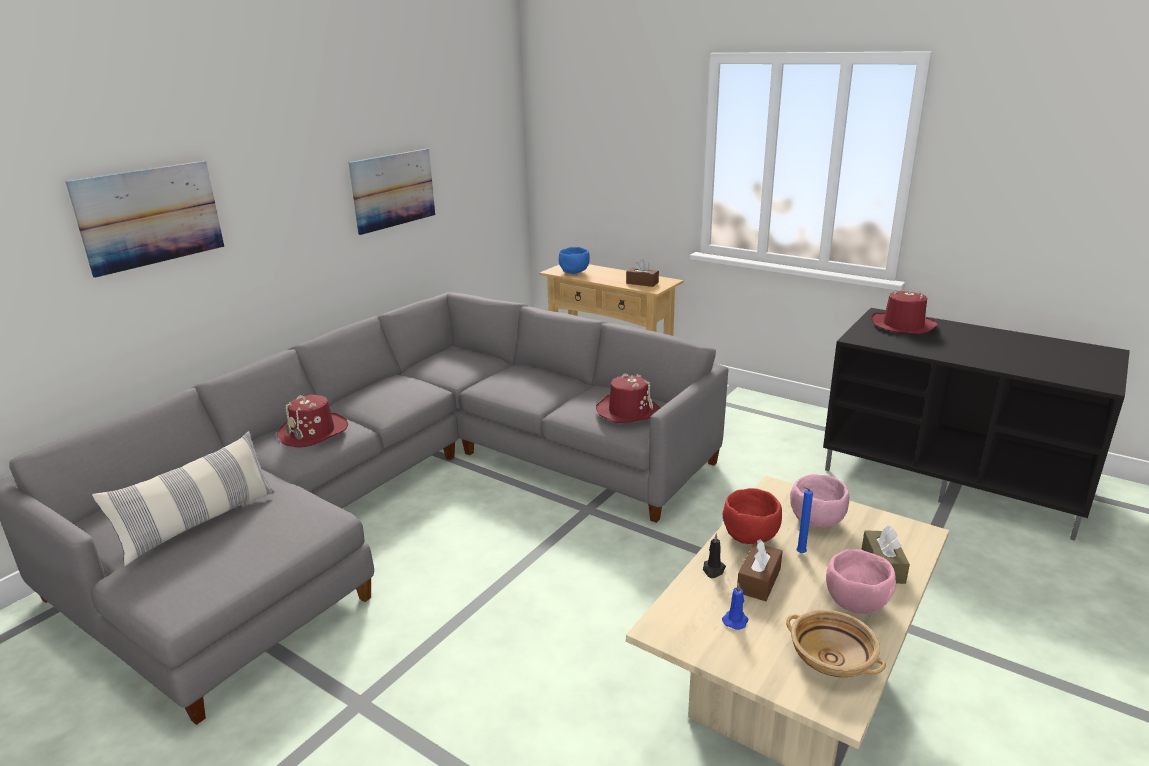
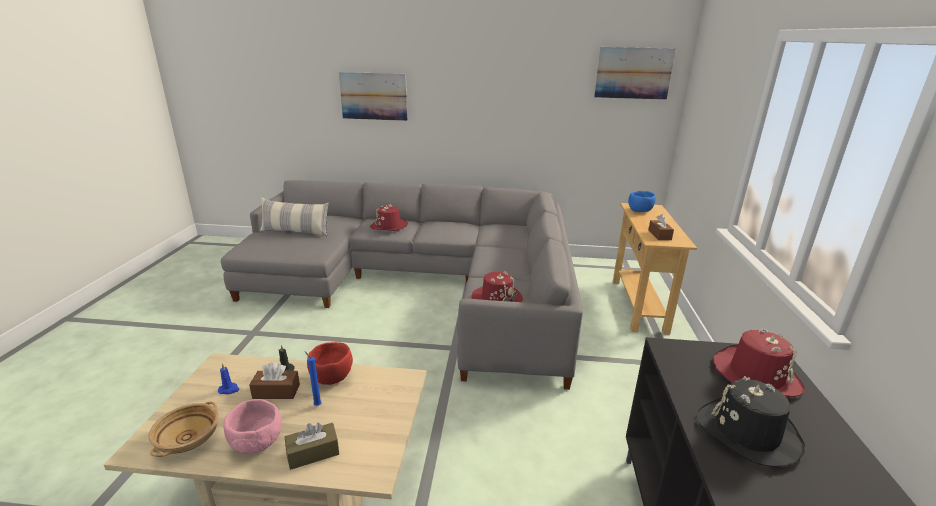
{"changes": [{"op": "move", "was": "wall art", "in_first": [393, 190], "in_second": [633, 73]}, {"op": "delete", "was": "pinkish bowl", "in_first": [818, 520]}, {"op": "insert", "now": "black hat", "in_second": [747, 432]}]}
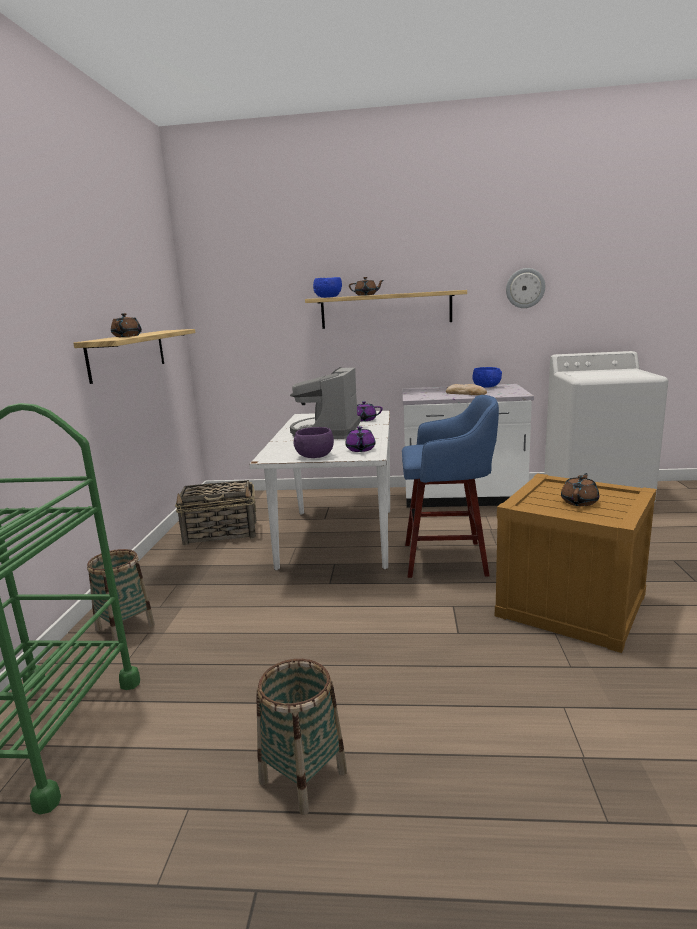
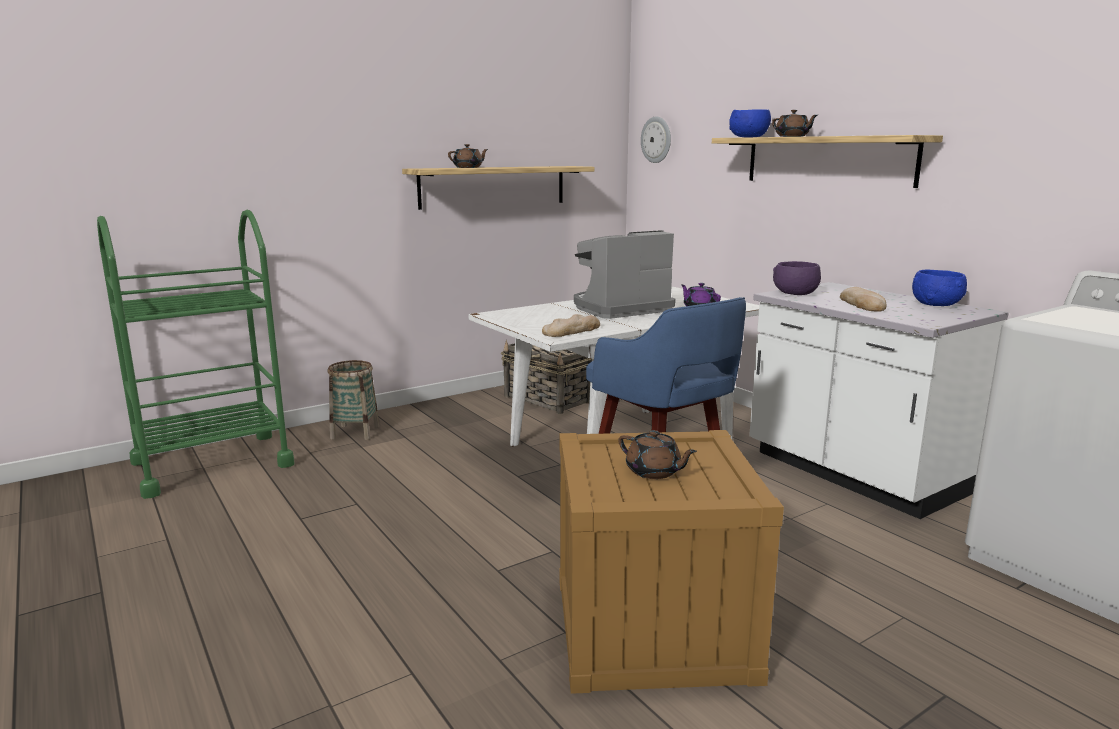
{"changes": [{"op": "move", "was": "clock on the wall", "in_first": [525, 288], "in_second": [656, 140]}, {"op": "replace", "was": "purple-coloured teapot", "now": "bread", "in_first": [360, 449], "in_second": [571, 330]}, {"op": "move", "was": "purple-coloured bowl", "in_first": [314, 456], "in_second": [795, 293]}, {"op": "rotate", "was": "brown-coloured teapot", "in_first": [579, 502], "in_second": [654, 472], "clockwise": 45}, {"op": "delete", "was": "household basket", "in_first": [302, 777]}]}
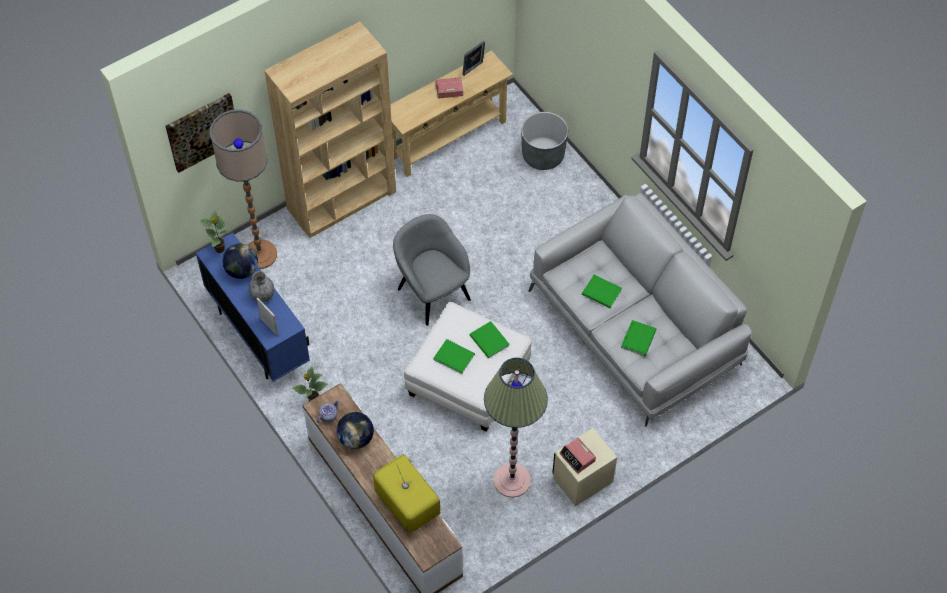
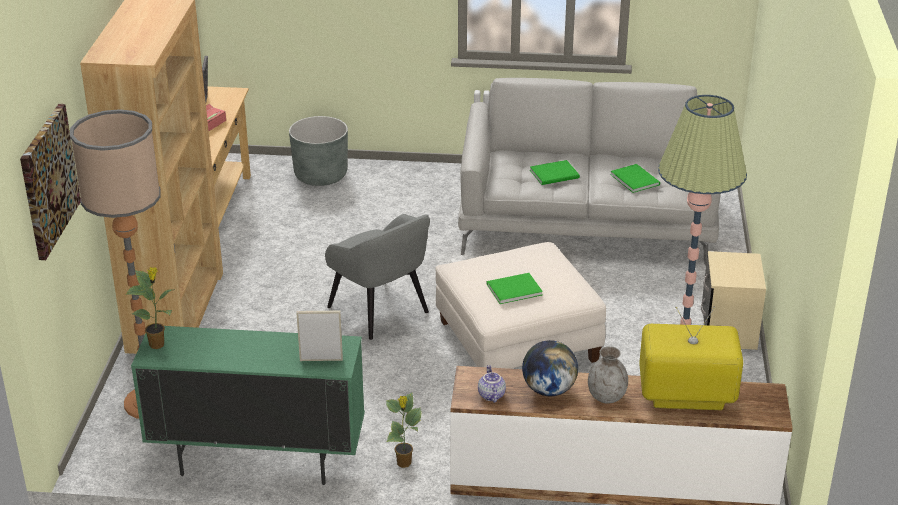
{"changes": [{"op": "rotate", "was": "grey lounge chair", "in_first": [432, 292], "in_second": [379, 311], "clockwise": -135}, {"op": "recolor", "was": "bluish storage cabinet", "now": "green-coloured storage cabinet", "in_first": [259, 336], "in_second": [257, 460]}, {"op": "delete", "was": "world globe", "in_first": [242, 270]}, {"op": "move", "was": "grey vase", "in_first": [263, 295], "in_second": [607, 397]}, {"op": "delete", "was": "green-coloured bound book", "in_first": [489, 341]}, {"op": "delete", "was": "bedside clock", "in_first": [577, 457]}]}
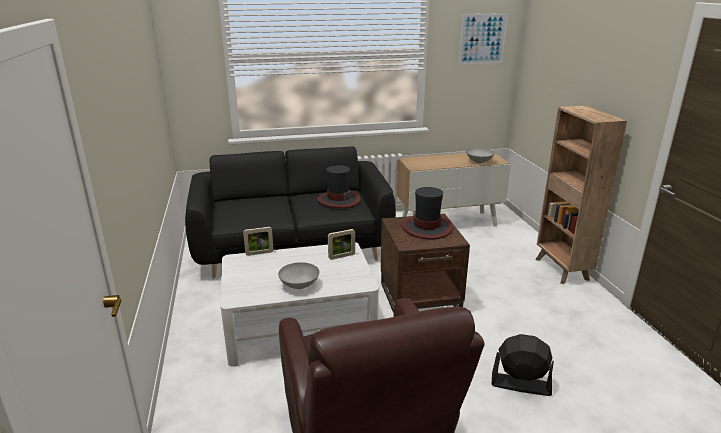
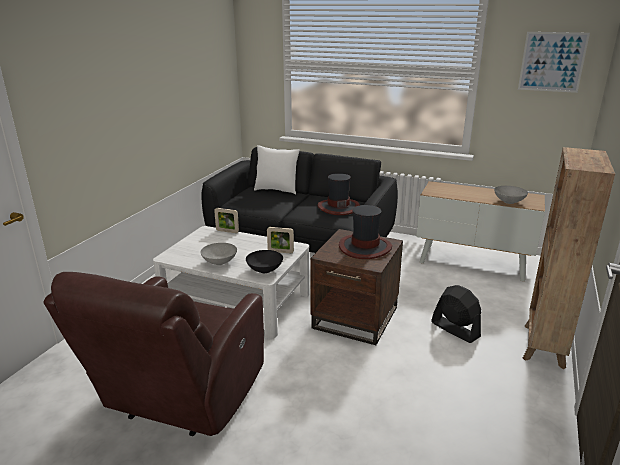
{"changes": [{"op": "move", "was": "black cooling fan", "in_first": [520, 384], "in_second": [455, 329]}, {"op": "insert", "now": "white-coloured pillow", "in_second": [276, 190]}, {"op": "insert", "now": "black bowl", "in_second": [264, 270]}]}
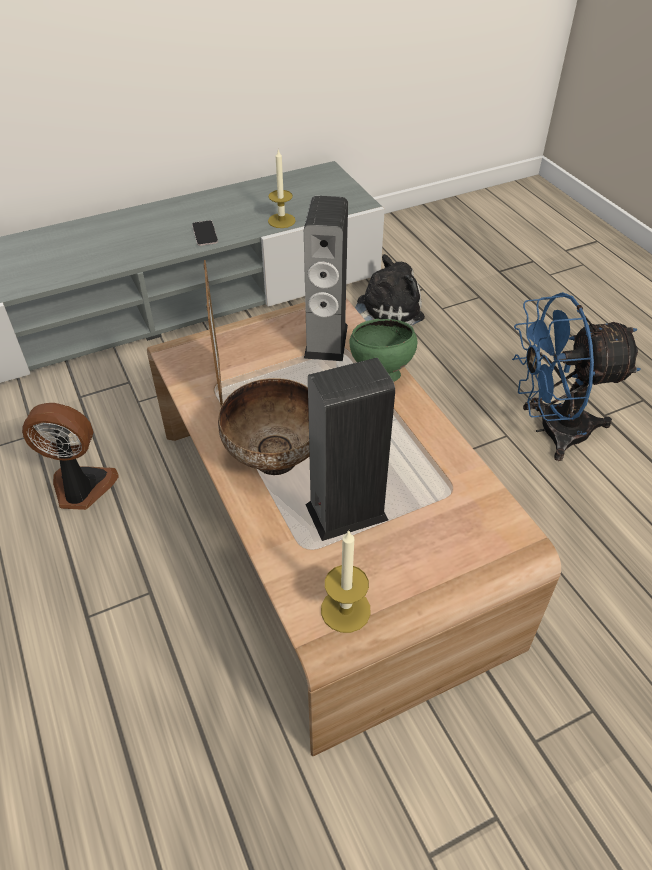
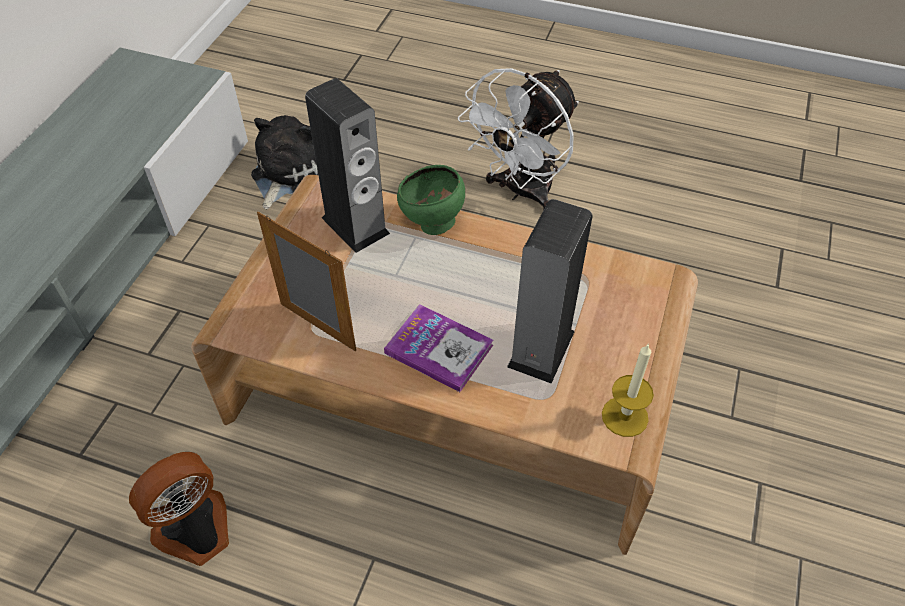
{"changes": [{"op": "delete", "was": "candle", "in_first": [281, 220]}, {"op": "delete", "was": "phone", "in_first": [205, 233]}, {"op": "recolor", "was": "bluish cooling fan", "now": "white-coloured cooling fan", "in_first": [551, 430], "in_second": [521, 192]}, {"op": "replace", "was": "bowl", "now": "bound book", "in_first": [275, 457], "in_second": [439, 349]}]}
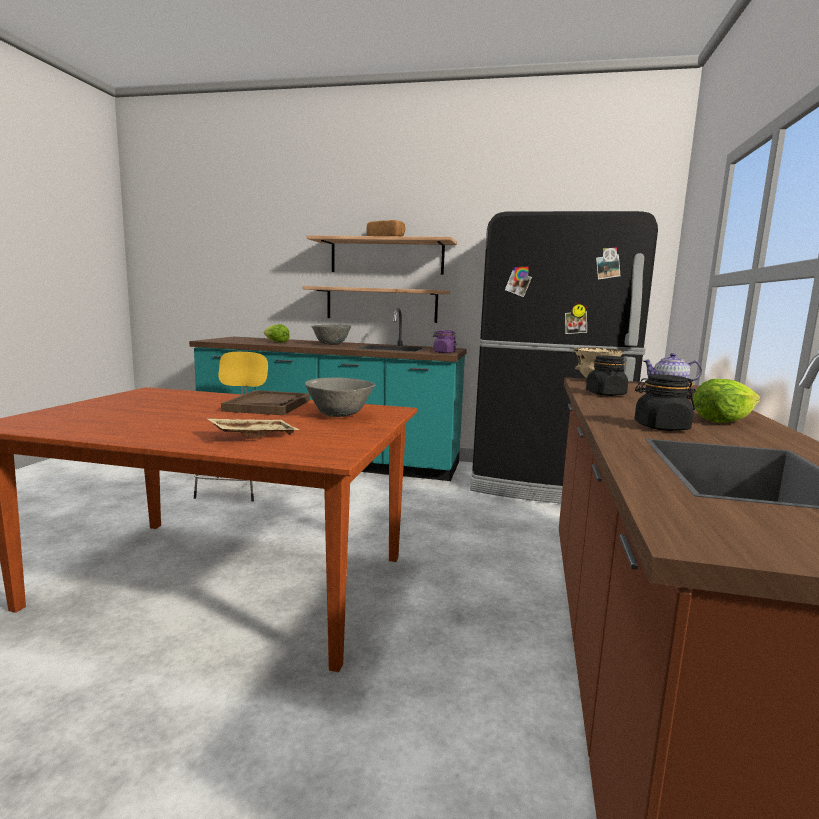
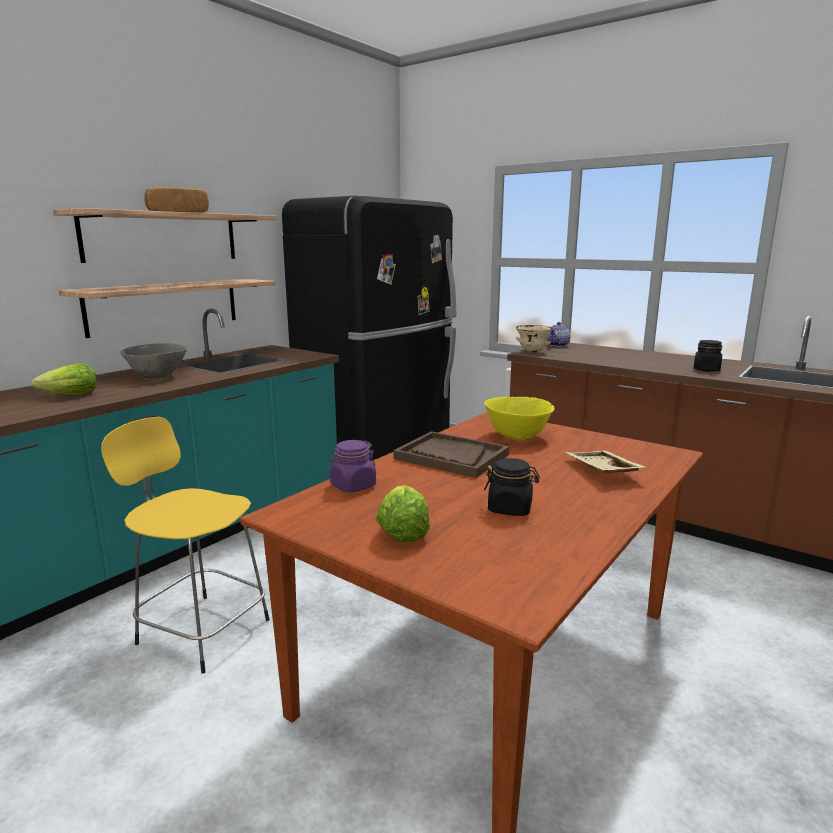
{"changes": [{"op": "move", "was": "purple-coloured preserve jar", "in_first": [443, 352], "in_second": [353, 486]}, {"op": "move", "was": "black preserve jar", "in_first": [606, 394], "in_second": [510, 508]}, {"op": "recolor", "was": "grey bowl", "now": "yellow-coloured bowl", "in_first": [340, 415], "in_second": [516, 436]}, {"op": "move", "was": "lettuce head", "in_first": [723, 420], "in_second": [403, 531]}]}
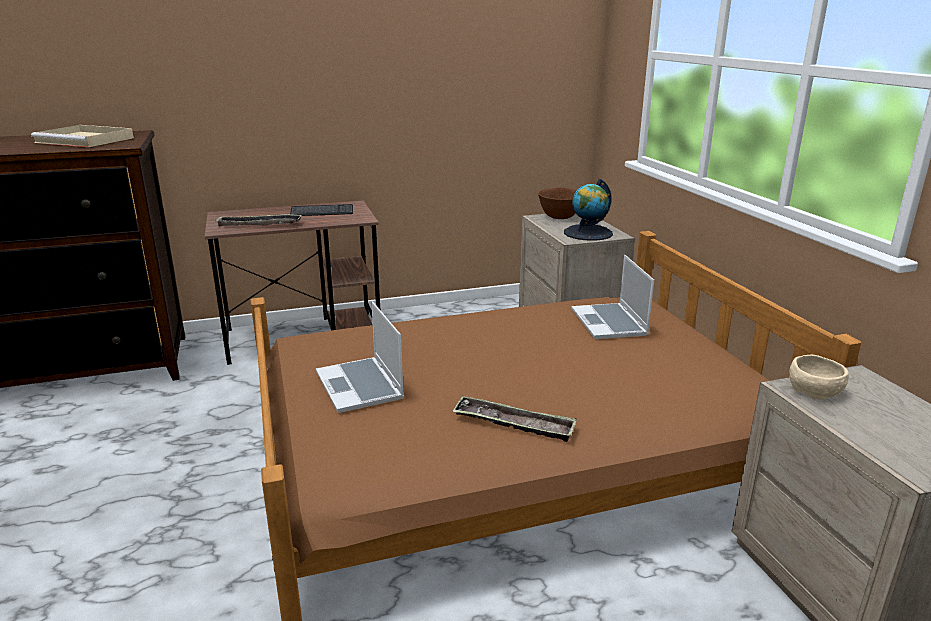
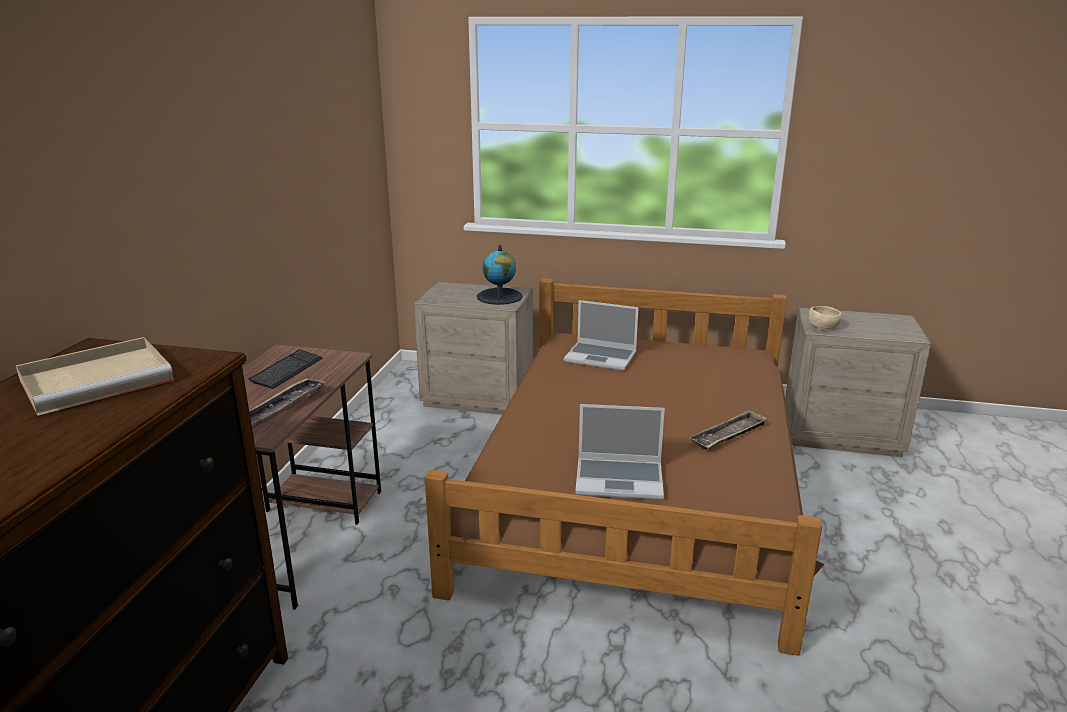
{"changes": [{"op": "delete", "was": "brown-coloured bowl", "in_first": [560, 216]}]}
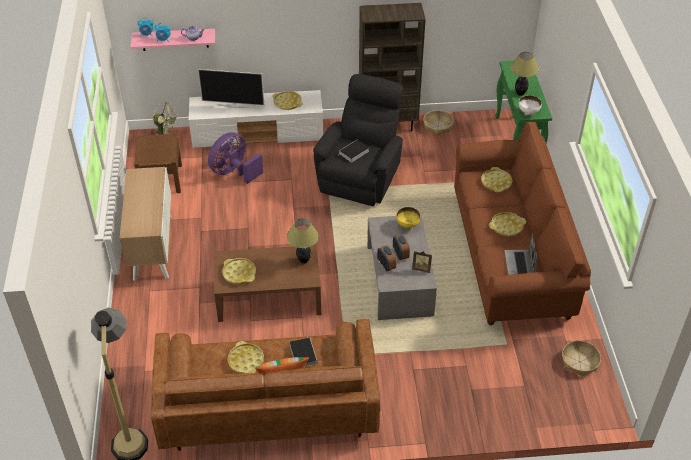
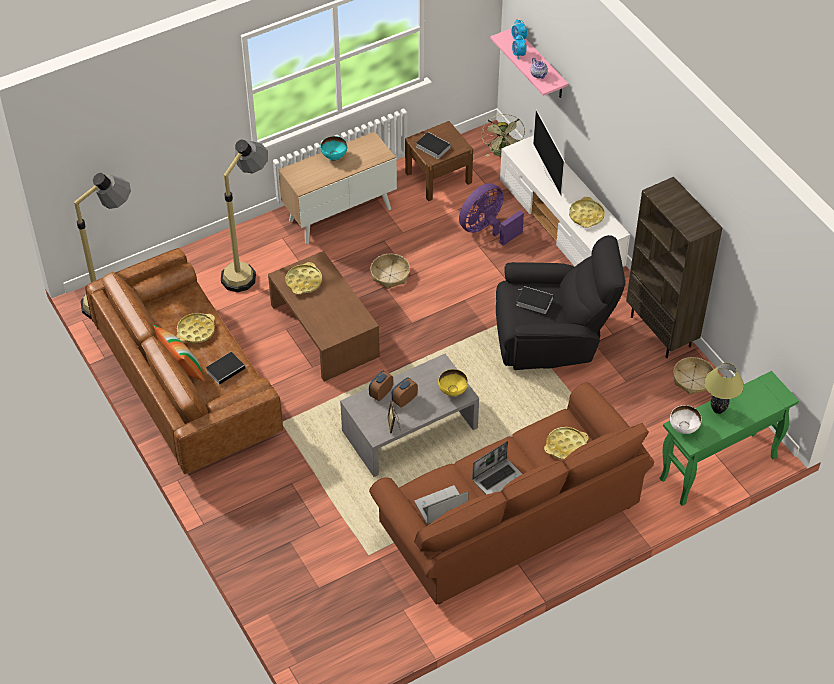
{"changes": [{"op": "rotate", "was": "purple-coloured cooling fan", "in_first": [234, 172], "in_second": [487, 229], "clockwise": -60}, {"op": "replace", "was": "yellow-coloured serving tray", "now": "laptop", "in_first": [506, 226], "in_second": [498, 478]}, {"op": "delete", "was": "tabletop lamp", "in_first": [304, 260]}, {"op": "move", "was": "household basket", "in_first": [579, 361], "in_second": [390, 275]}, {"op": "insert", "now": "bound book", "in_second": [432, 147]}, {"op": "insert", "now": "turquoise-coloured bowl", "in_second": [334, 157]}, {"op": "insert", "now": "standing lamp", "in_second": [249, 268]}]}
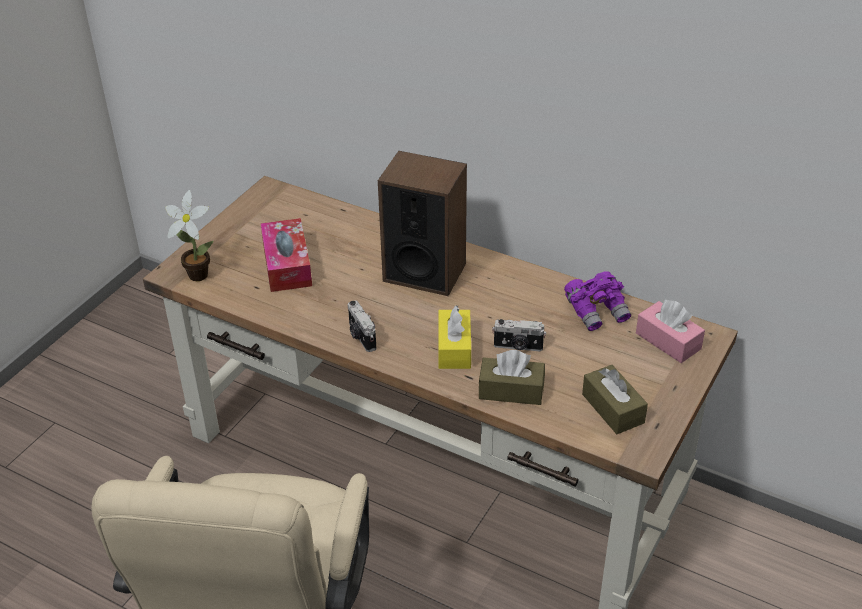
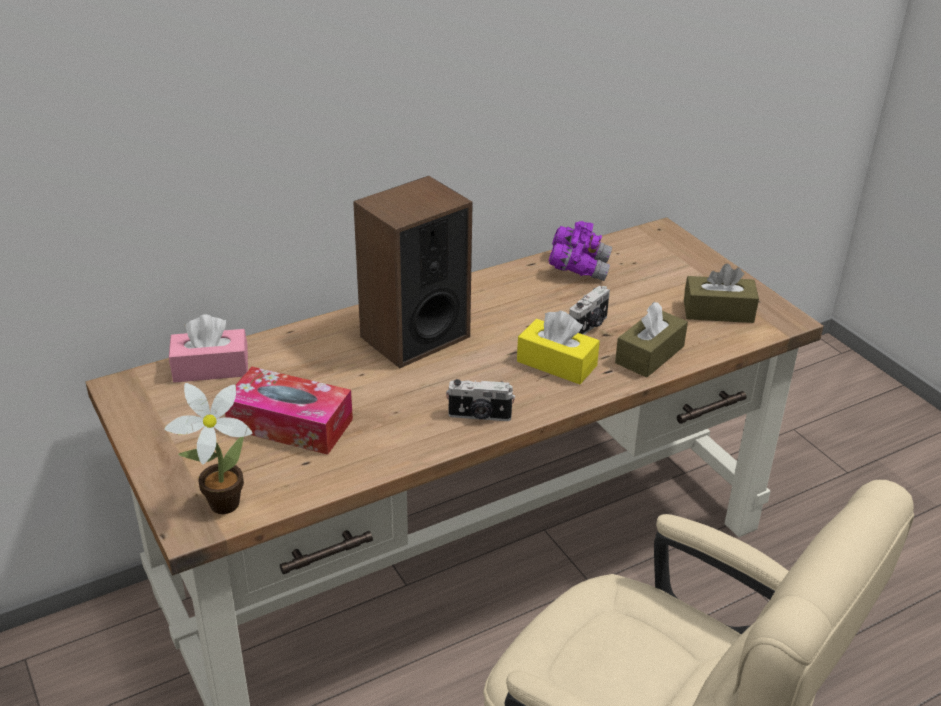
{"changes": [{"op": "move", "was": "pinkish tissue box", "in_first": [668, 341], "in_second": [211, 368]}]}
